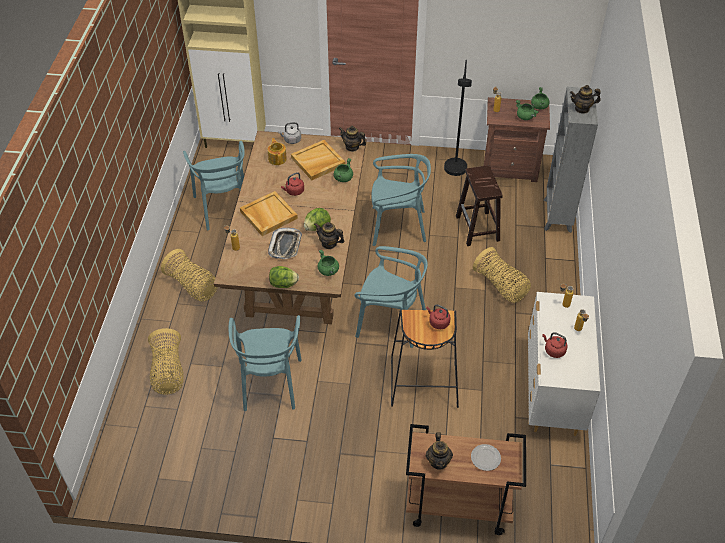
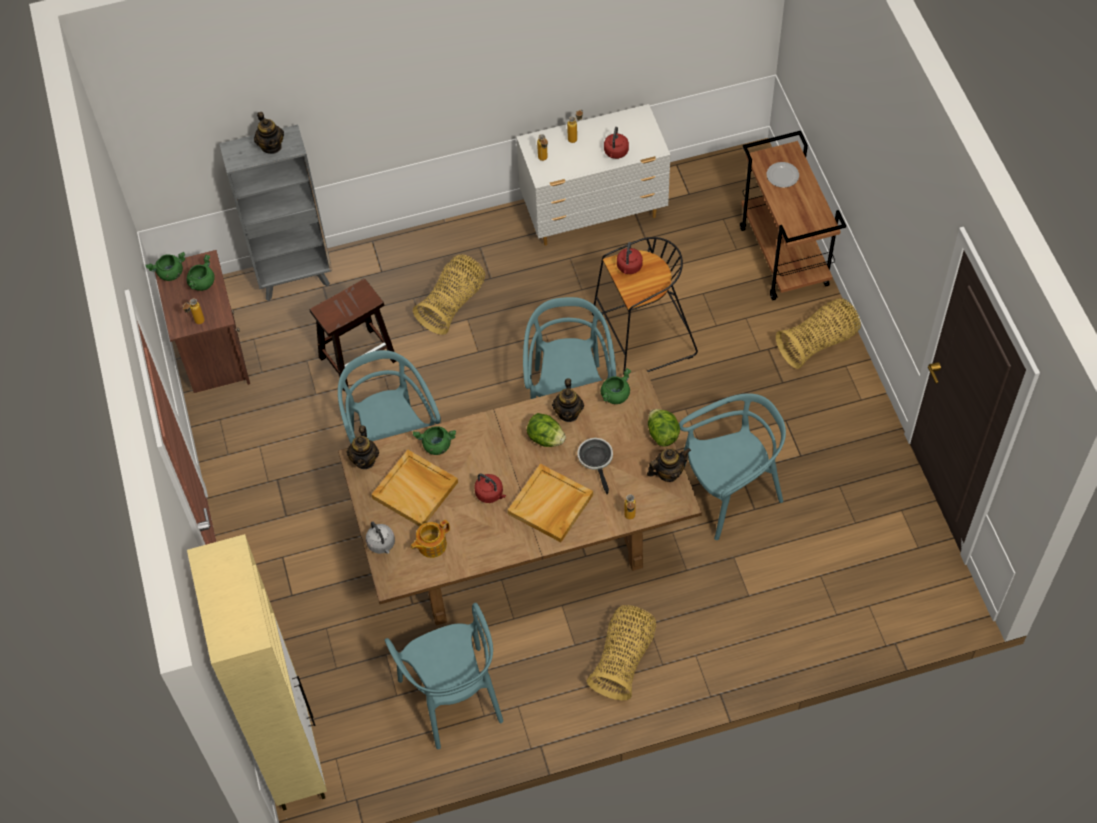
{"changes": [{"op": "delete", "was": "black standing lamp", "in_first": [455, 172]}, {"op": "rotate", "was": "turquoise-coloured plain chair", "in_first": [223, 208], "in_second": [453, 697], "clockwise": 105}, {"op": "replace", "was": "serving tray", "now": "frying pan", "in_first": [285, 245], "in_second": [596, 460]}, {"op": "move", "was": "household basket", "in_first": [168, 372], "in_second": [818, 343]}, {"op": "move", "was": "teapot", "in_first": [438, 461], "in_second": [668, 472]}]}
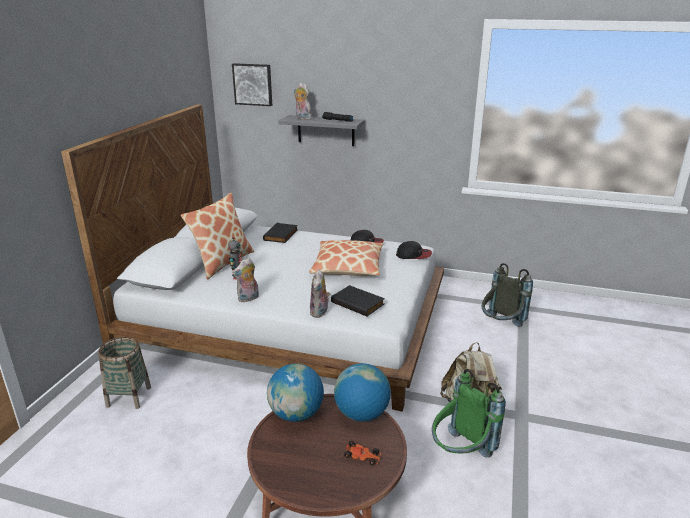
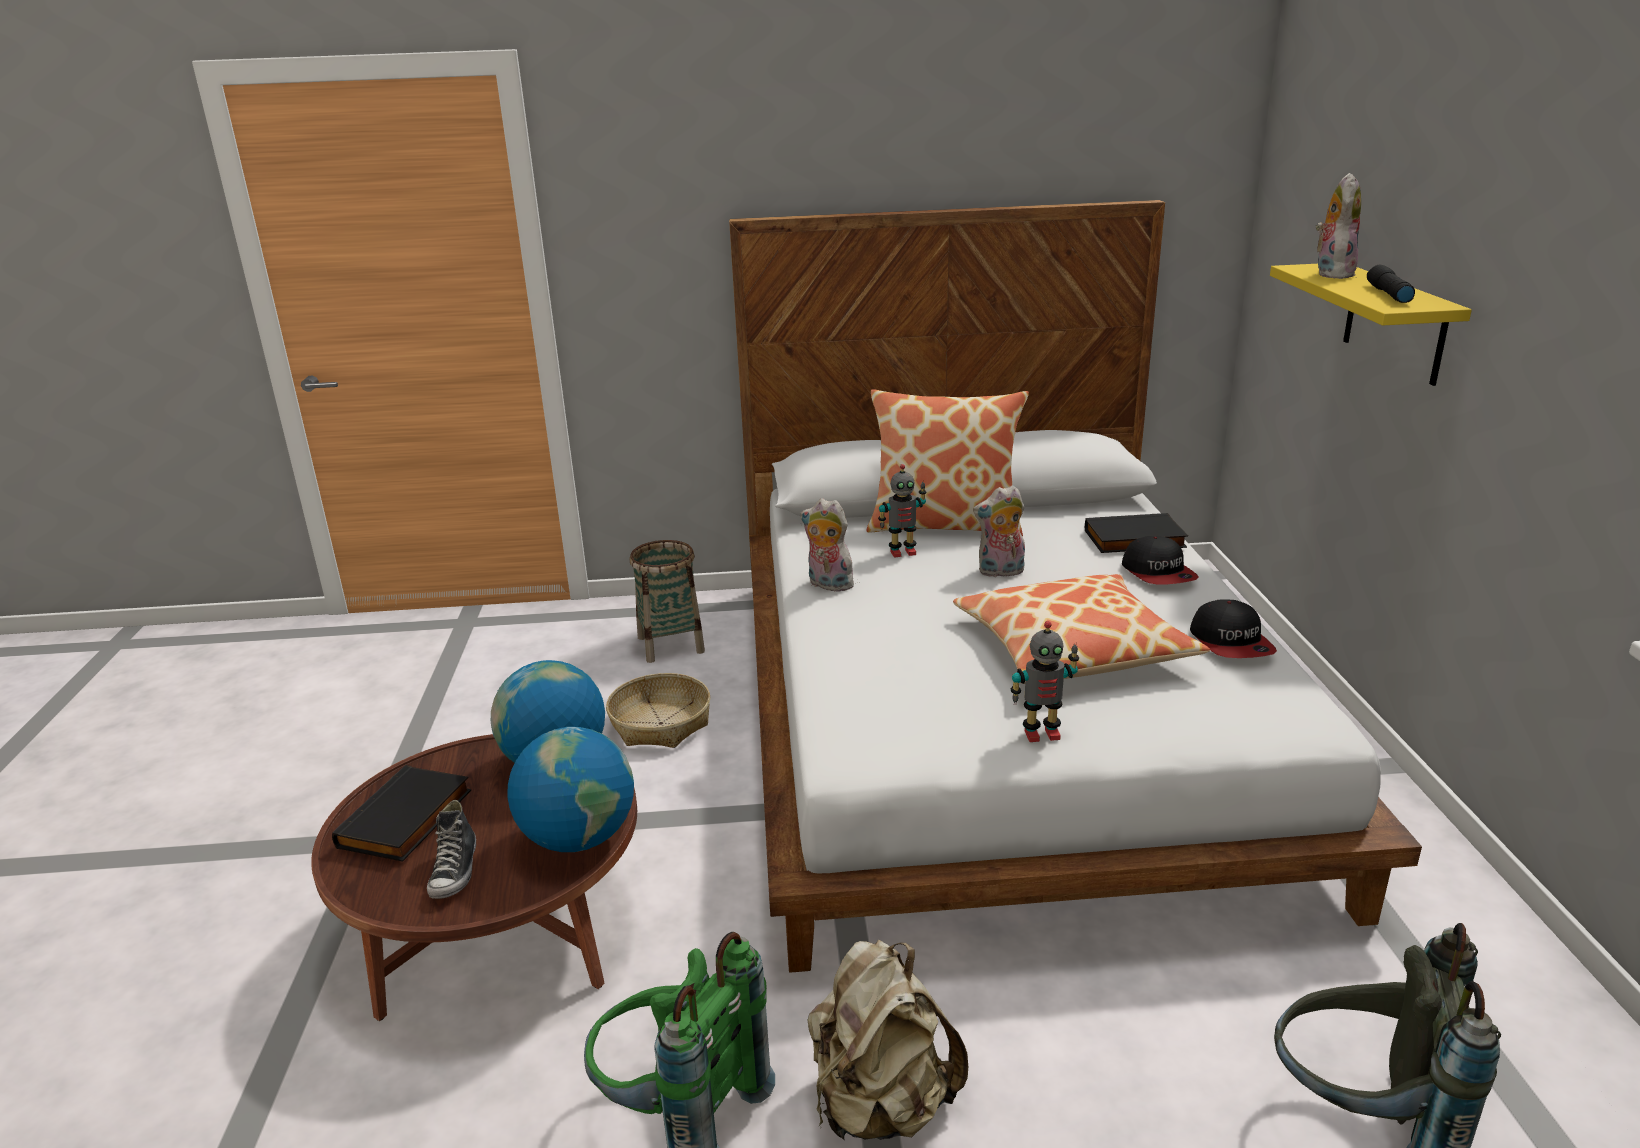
{"changes": [{"op": "delete", "was": "wall art", "in_first": [253, 84]}, {"op": "recolor", "was": "grey wall shelf", "now": "yellow-coloured wall shelf", "in_first": [326, 130], "in_second": [1394, 323]}, {"op": "move", "was": "peaked cap", "in_first": [414, 255], "in_second": [1158, 573]}, {"op": "move", "was": "cuddly toy", "in_first": [320, 312], "in_second": [1000, 572]}, {"op": "move", "was": "black bound book", "in_first": [358, 303], "in_second": [407, 820]}, {"op": "replace", "was": "miniature car", "now": "shoe", "in_first": [363, 456], "in_second": [455, 871]}, {"op": "insert", "now": "model robot", "in_second": [1041, 733]}, {"op": "insert", "now": "household basket", "in_second": [661, 723]}]}
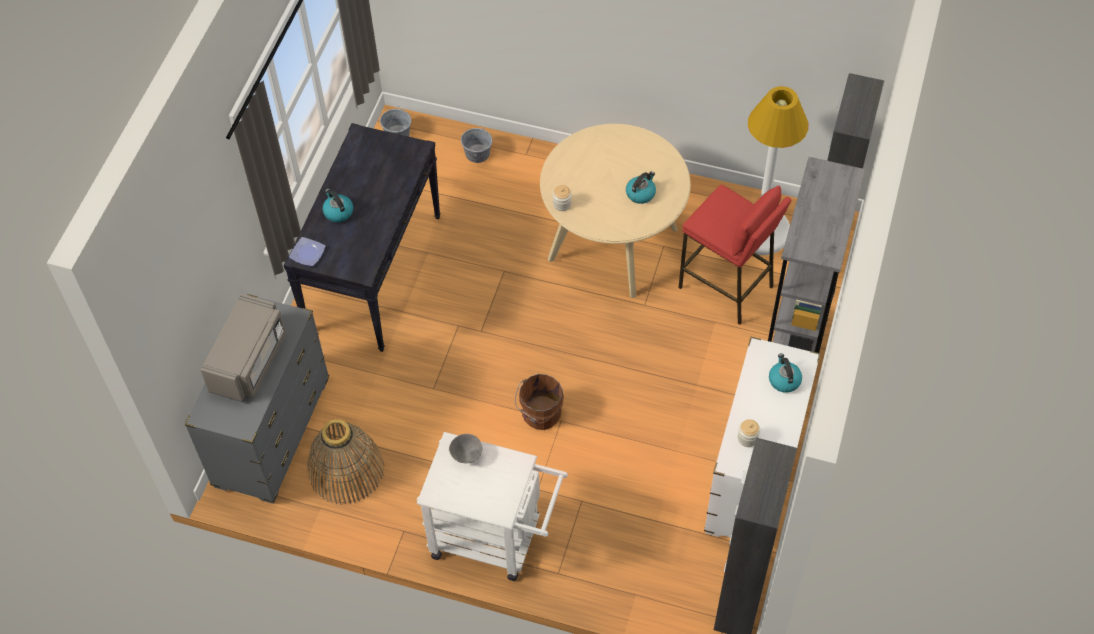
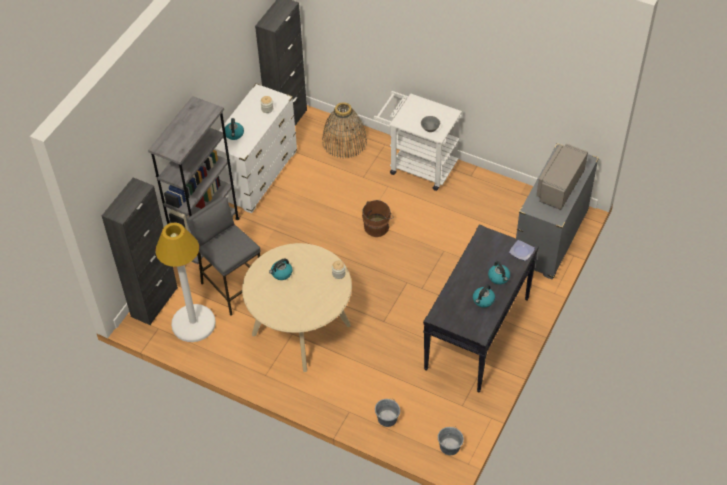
{"changes": [{"op": "recolor", "was": "red-coloured sitting stool", "now": "grey sitting stool", "in_first": [726, 287], "in_second": [232, 287]}, {"op": "move", "was": "household basket", "in_first": [346, 470], "in_second": [344, 141]}, {"op": "insert", "now": "tea kettle", "in_second": [483, 300]}]}
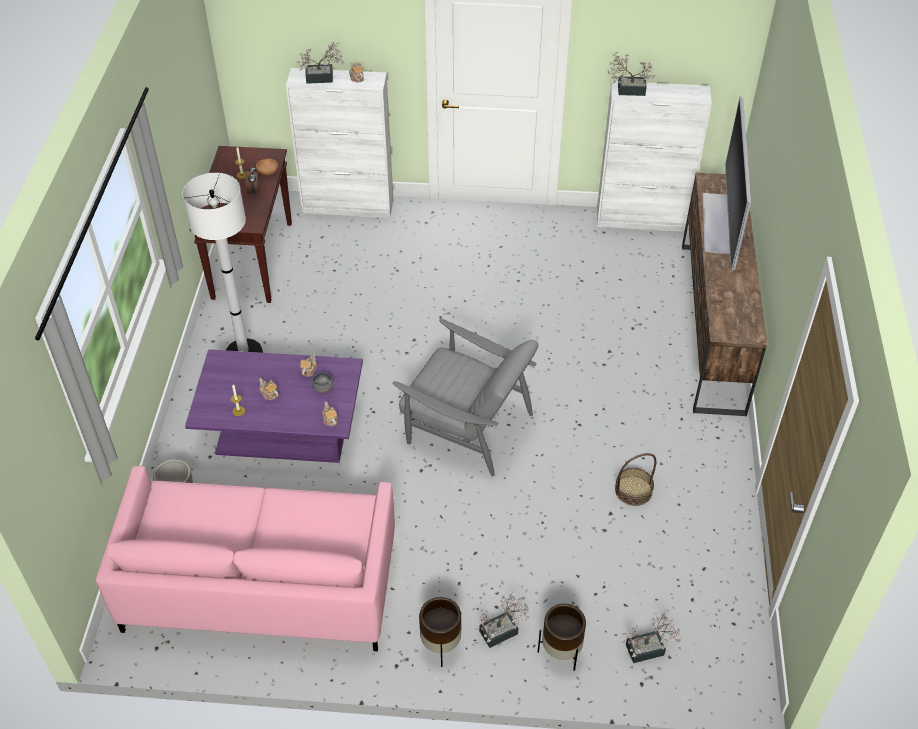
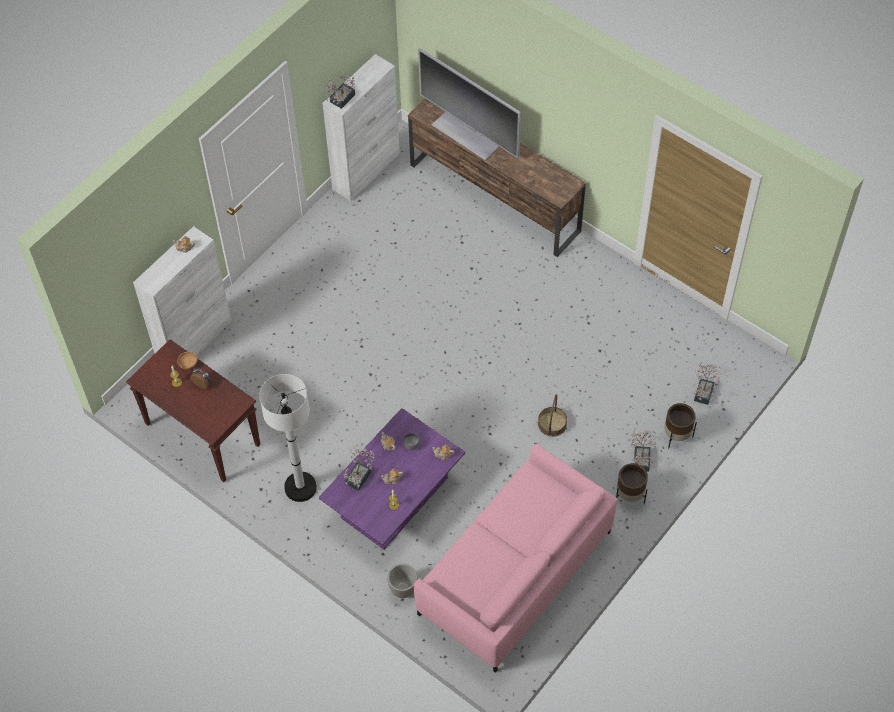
{"changes": [{"op": "move", "was": "houseplant", "in_first": [323, 78], "in_second": [360, 475]}, {"op": "delete", "was": "grey lounge chair", "in_first": [466, 426]}, {"op": "move", "was": "household basket", "in_first": [633, 490], "in_second": [552, 424]}]}
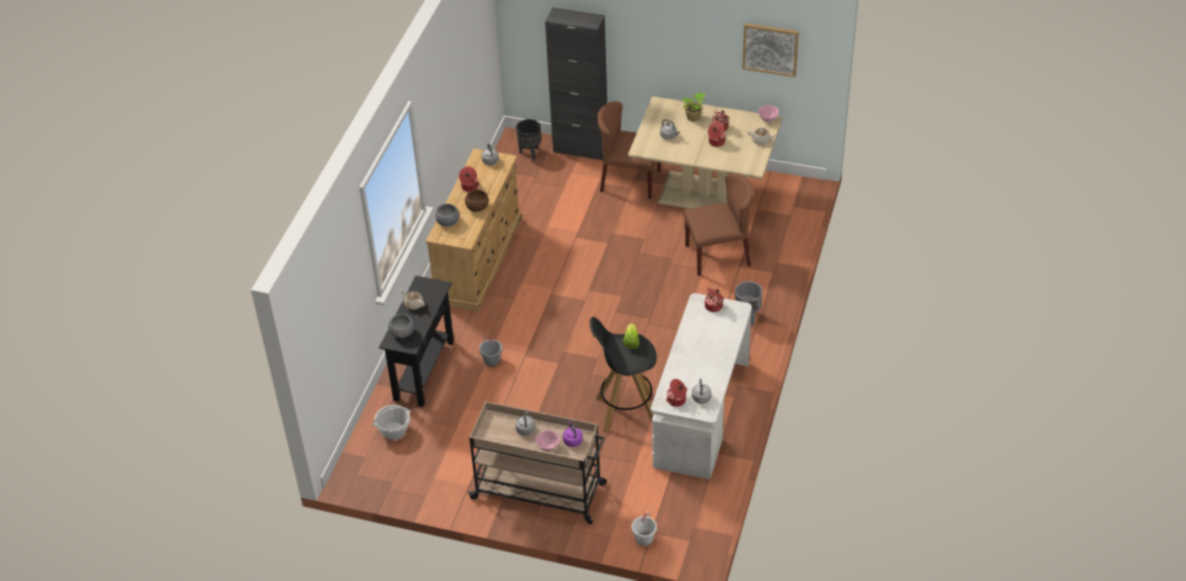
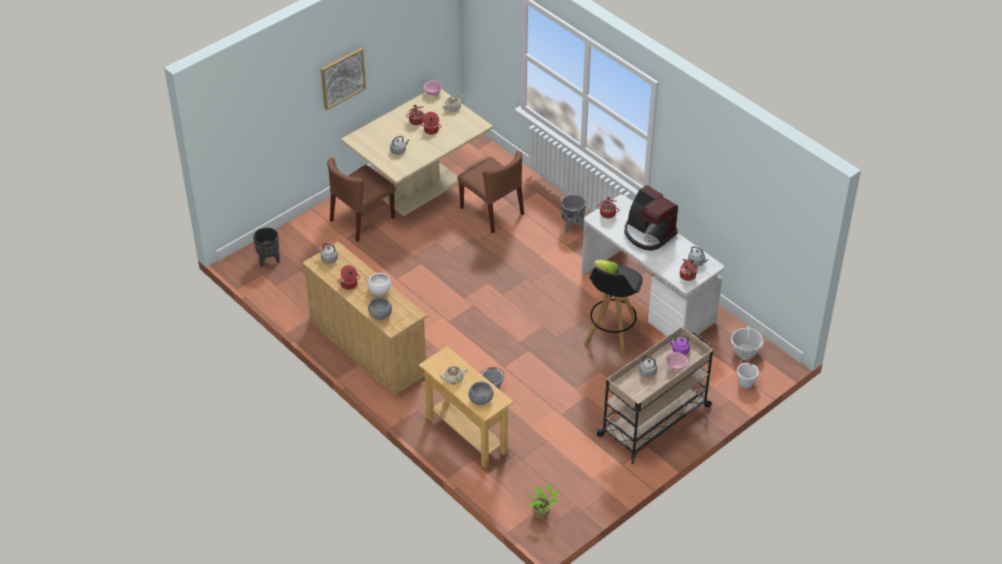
{"changes": [{"op": "delete", "was": "black storage cabinet", "in_first": [580, 149]}, {"op": "move", "was": "wall art", "in_first": [770, 49], "in_second": [342, 78]}, {"op": "move", "was": "houseplant", "in_first": [694, 118], "in_second": [542, 513]}, {"op": "rotate", "was": "brown-coloured plain chair", "in_first": [718, 255], "in_second": [492, 211], "clockwise": 120}, {"op": "recolor", "was": "brown-coloured bowl", "now": "white-coloured bowl", "in_first": [477, 207], "in_second": [379, 290]}, {"op": "recolor", "was": "black hall table", "now": "sand-coloured hall table", "in_first": [424, 370], "in_second": [466, 435]}, {"op": "move", "was": "household basket", "in_first": [394, 431], "in_second": [745, 351]}, {"op": "insert", "now": "coffee brewer", "in_second": [648, 233]}]}
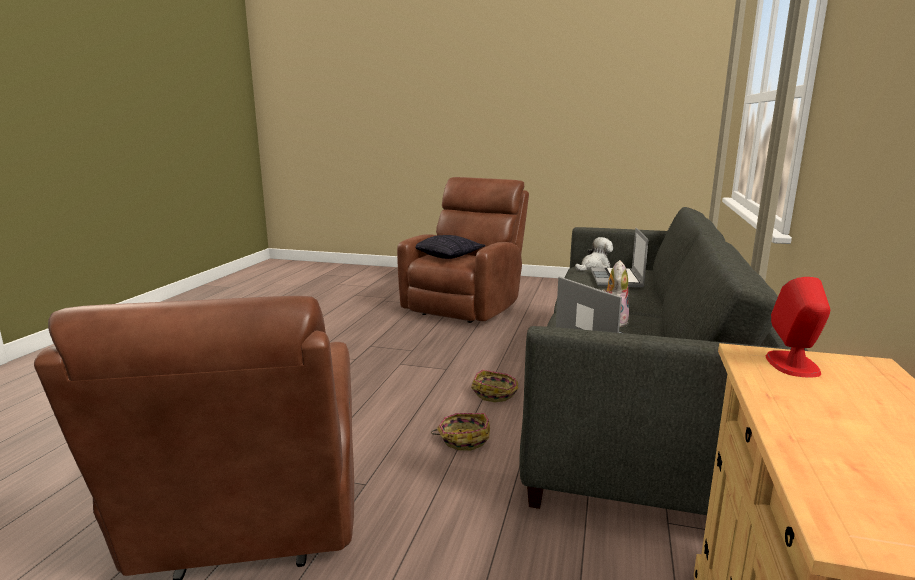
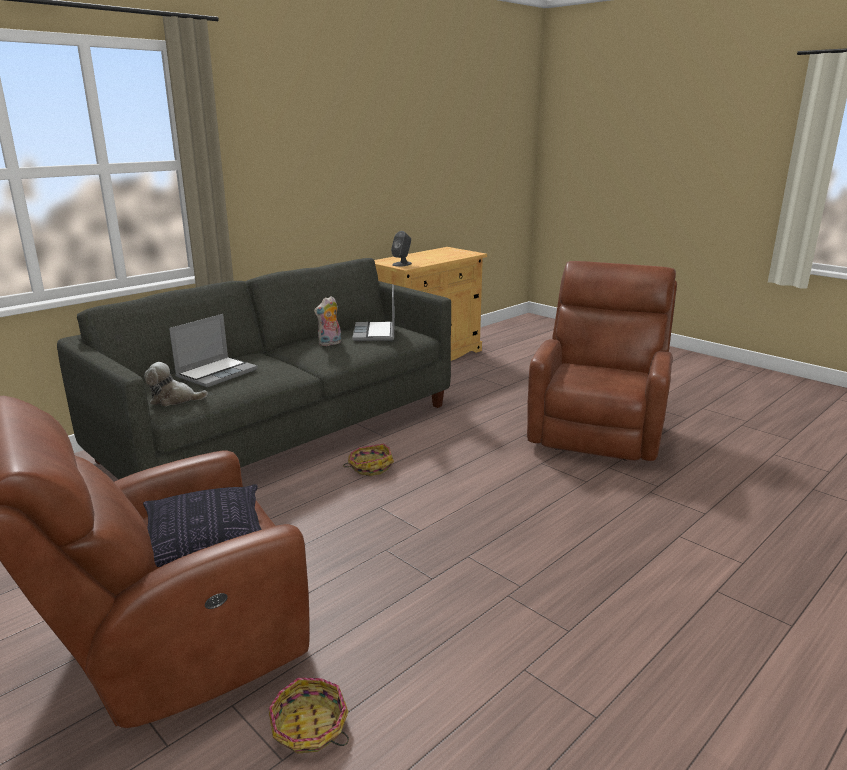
{"changes": [{"op": "recolor", "was": "red-coloured loudspeaker", "now": "grey loudspeaker", "in_first": [792, 364], "in_second": [402, 264]}, {"op": "move", "was": "household basket", "in_first": [463, 439], "in_second": [310, 729]}]}
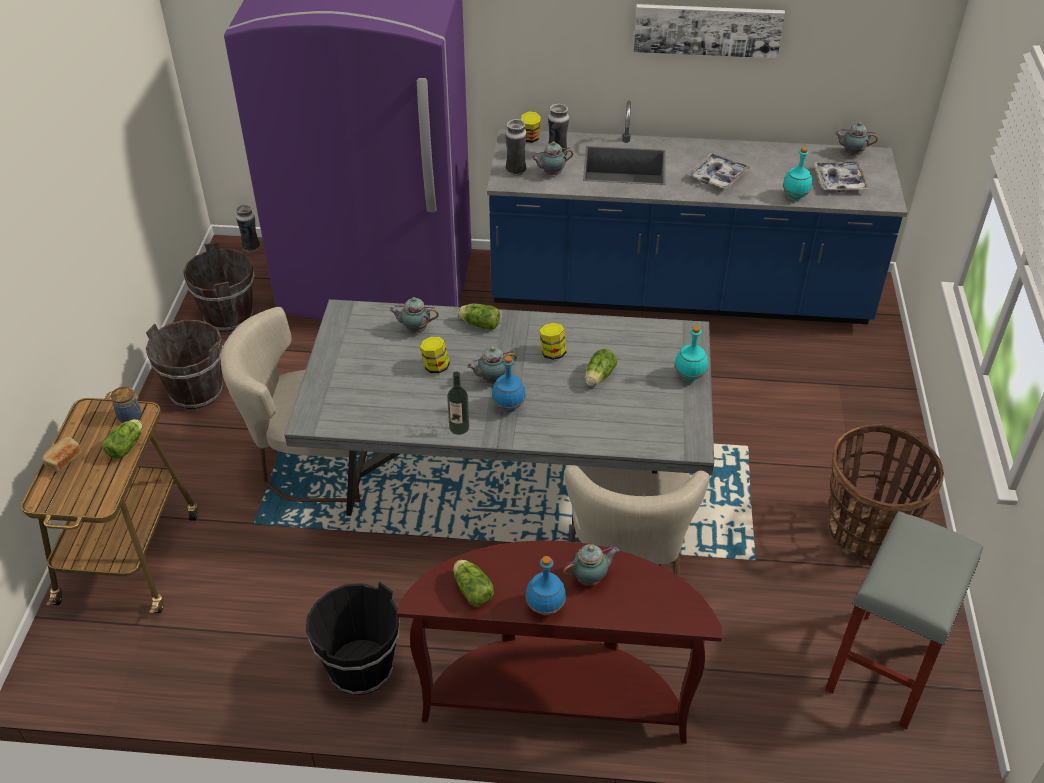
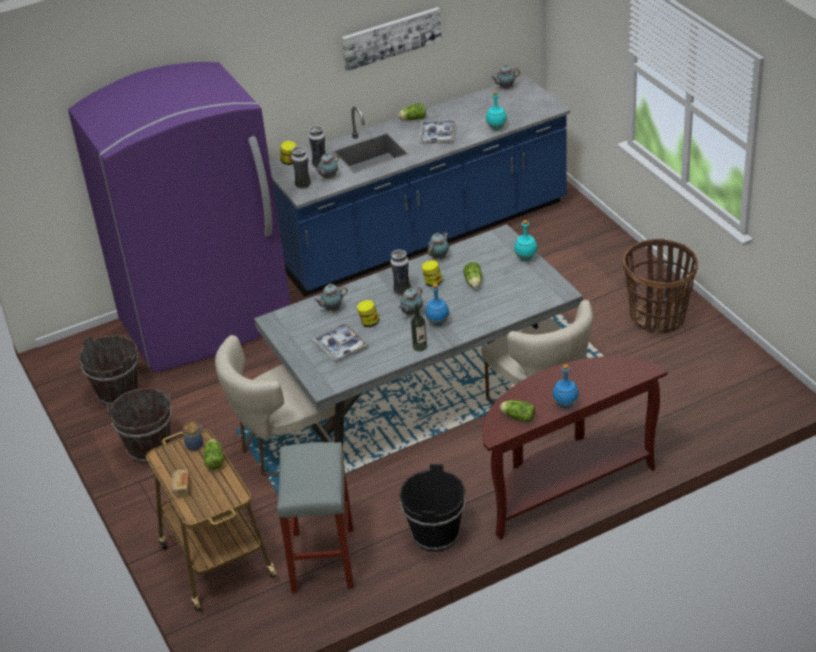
{"changes": [{"op": "move", "was": "serving tray", "in_first": [840, 181], "in_second": [341, 346]}, {"op": "move", "was": "vase", "in_first": [251, 247], "in_second": [402, 291]}, {"op": "move", "was": "lettuce head", "in_first": [478, 324], "in_second": [412, 119]}, {"op": "move", "was": "grey sitting stool", "in_first": [883, 670], "in_second": [323, 560]}, {"op": "move", "was": "teapot", "in_first": [590, 578], "in_second": [439, 257]}]}
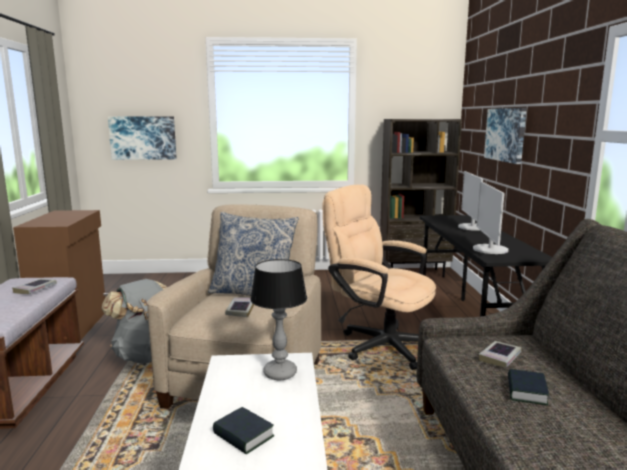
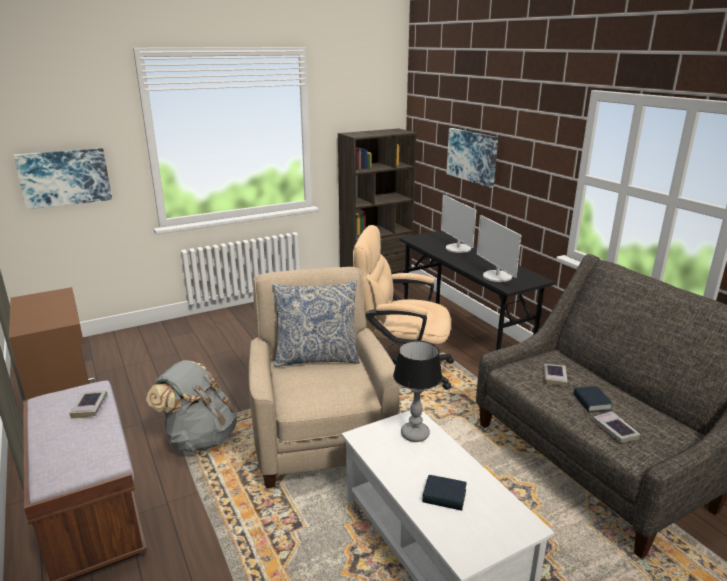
{"changes": [{"op": "move", "was": "bound book", "in_first": [240, 310], "in_second": [615, 430]}]}
